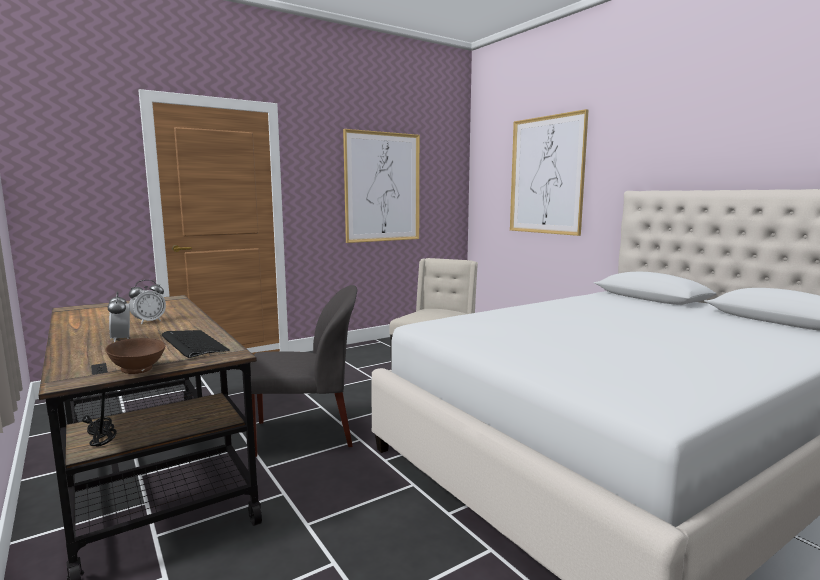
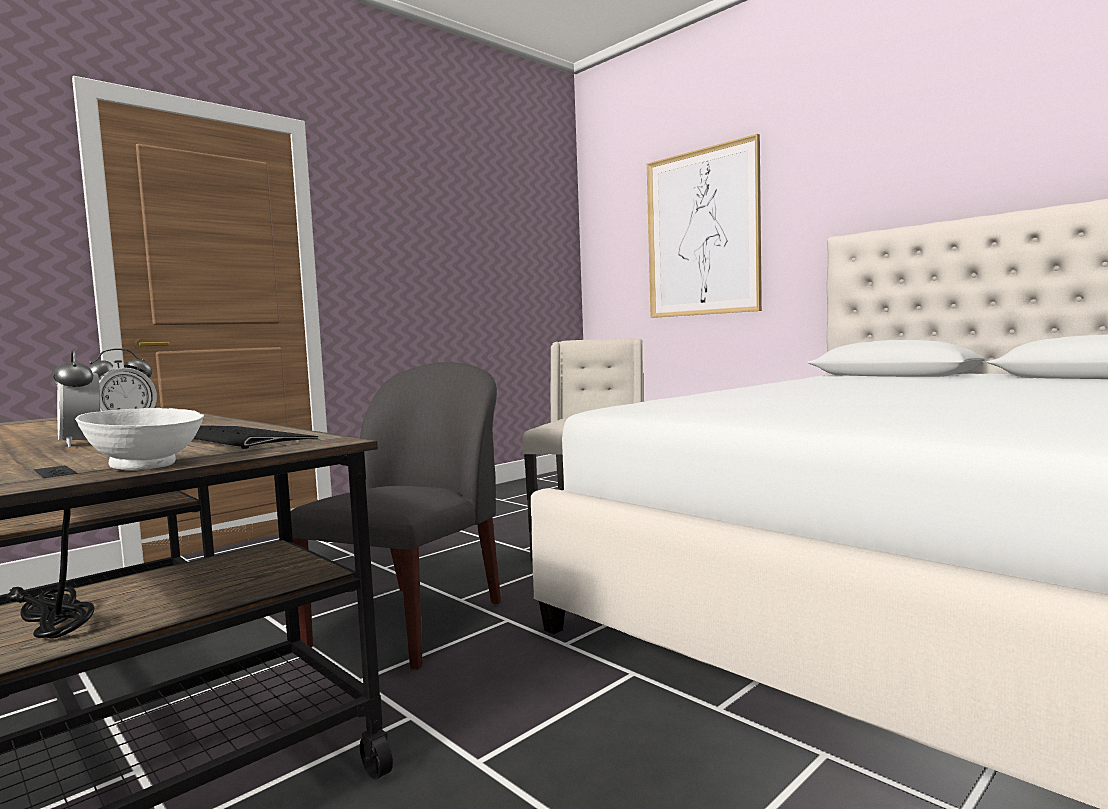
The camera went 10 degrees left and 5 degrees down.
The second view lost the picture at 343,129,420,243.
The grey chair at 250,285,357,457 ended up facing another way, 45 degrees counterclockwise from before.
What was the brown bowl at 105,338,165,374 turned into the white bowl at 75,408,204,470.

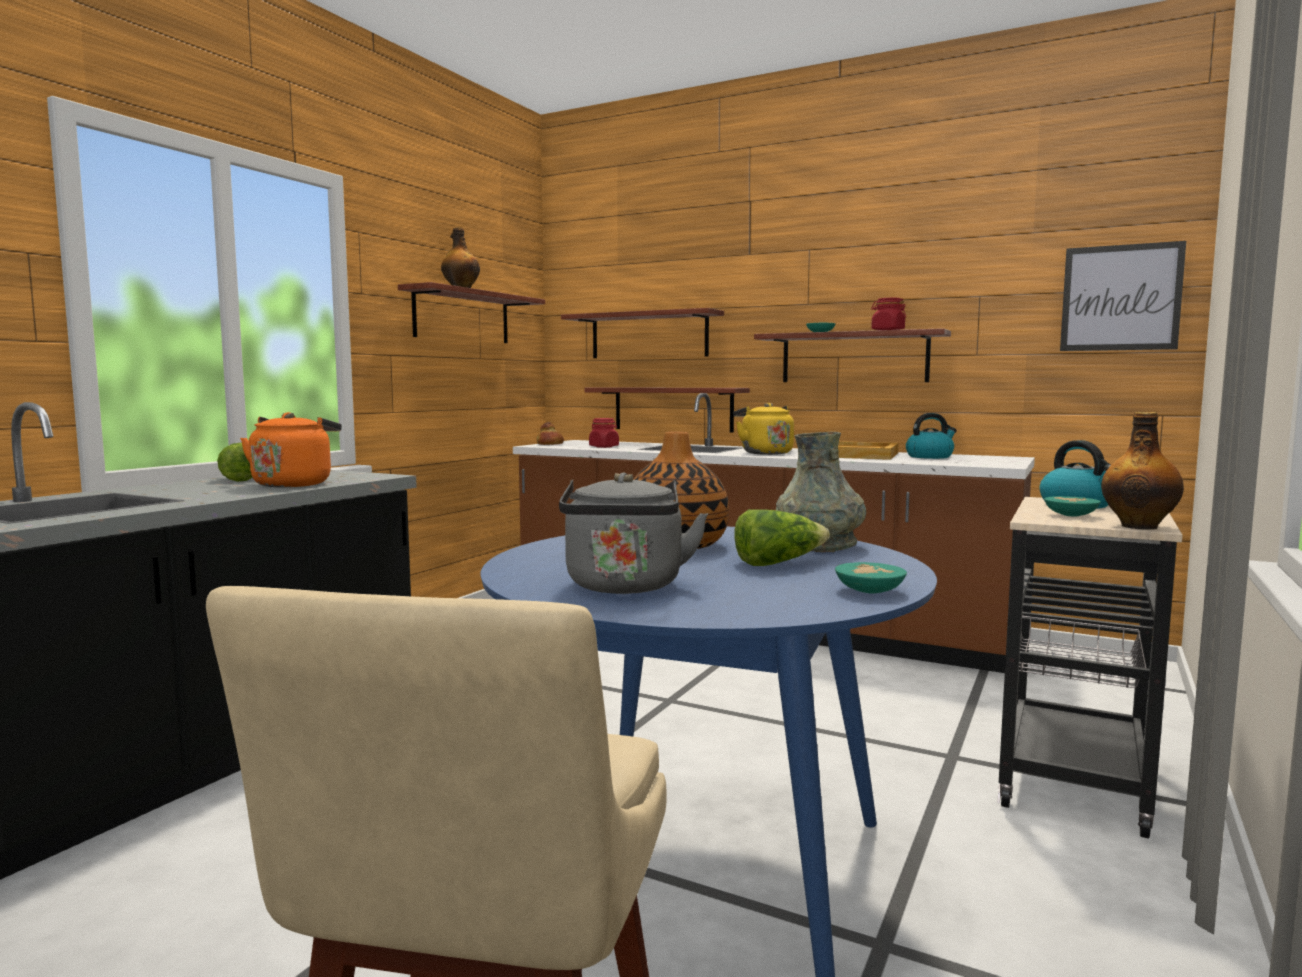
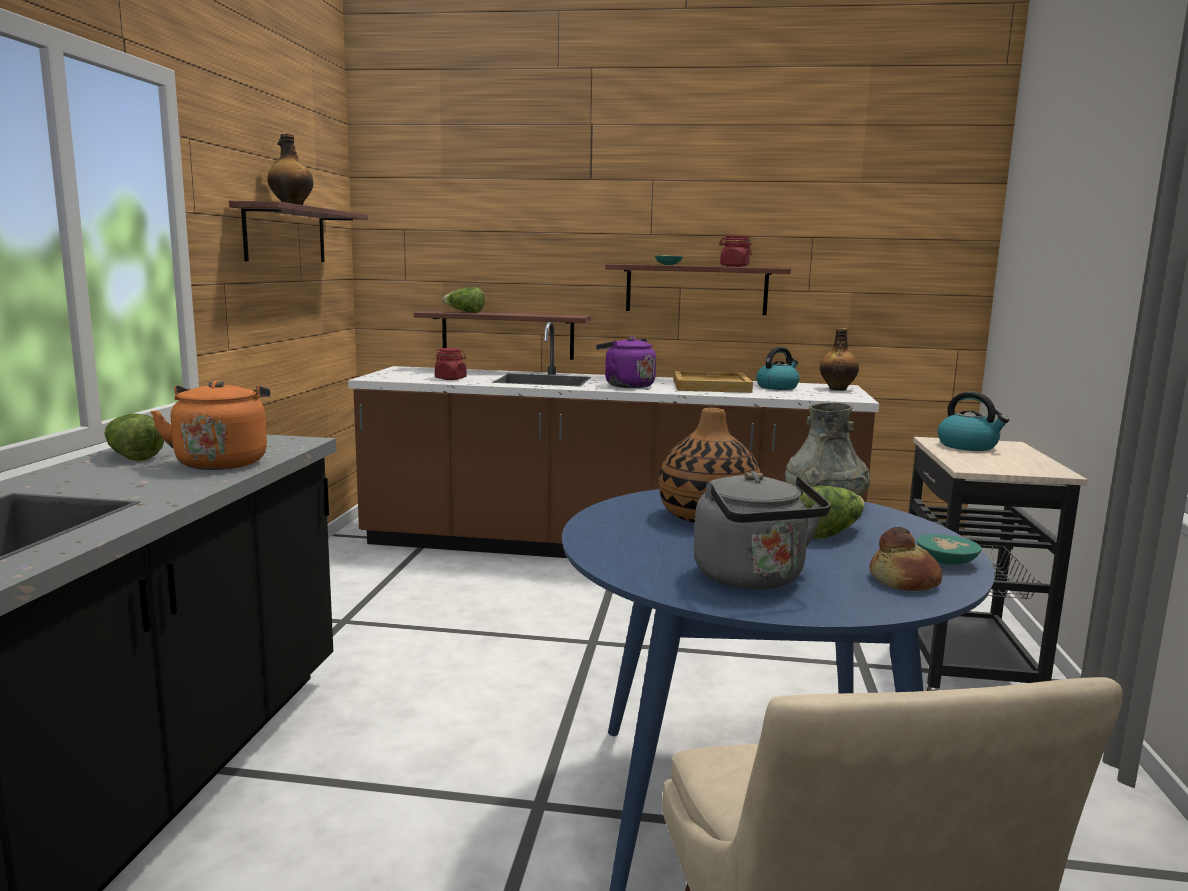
The camera went 20 degrees left and 5 degrees up.
The second view lost the picture at 1060,241,1186,351.
The second view lost the shelf at 561,308,724,358.
What was the yellow kettle at 734,403,794,455 turned into the purple kettle at 596,336,656,388.
The bottle ended up elsewhere, having gone from 1101,412,1184,530 to 820,328,859,391.
The bread ended up elsewhere, having gone from 537,422,564,445 to 870,527,942,591.
The second view lost the turquoise bowl at 1044,496,1101,517.
The second view gained the lettuce at 442,287,485,313.

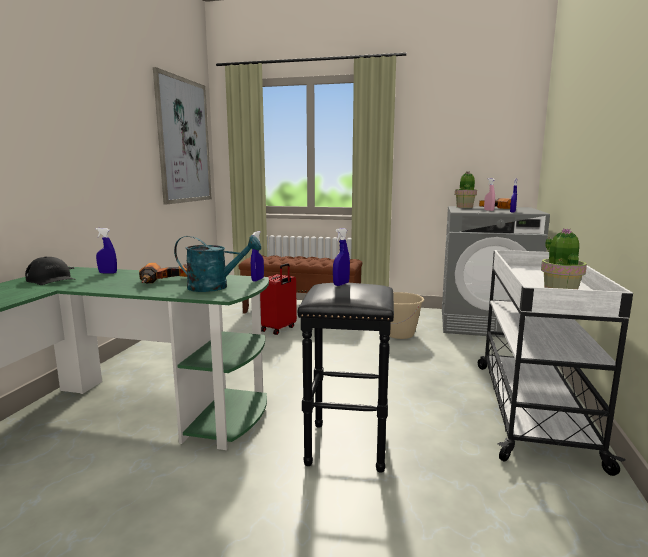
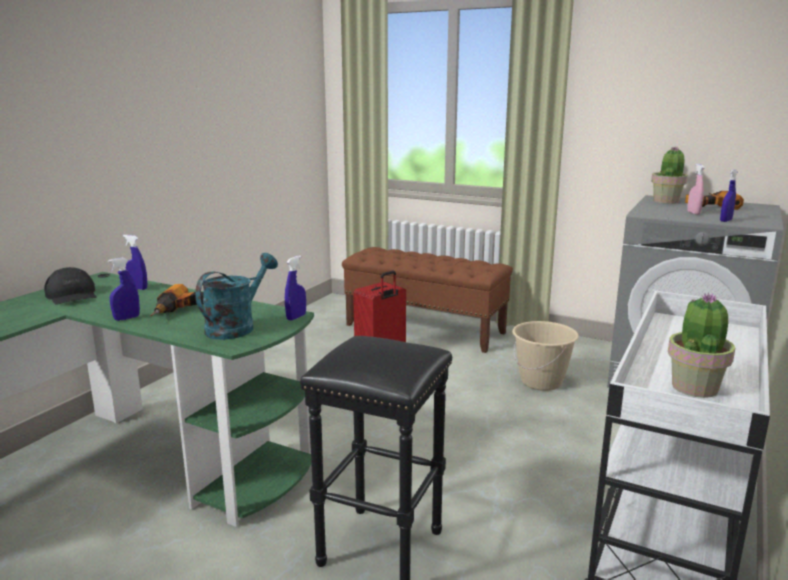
The camera went 15 degrees right and 5 degrees up.
The second view lost the picture at 153,67,212,204.
The blue spray bottle ended up elsewhere, having gone from 333,228,350,286 to 108,257,140,321.
The turquoise watering can at 174,235,261,292 ended up facing another way, 75 degrees counterclockwise from before.

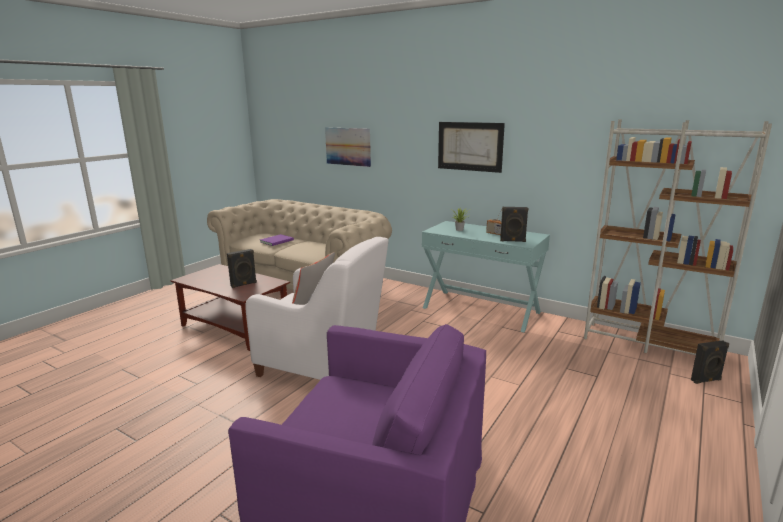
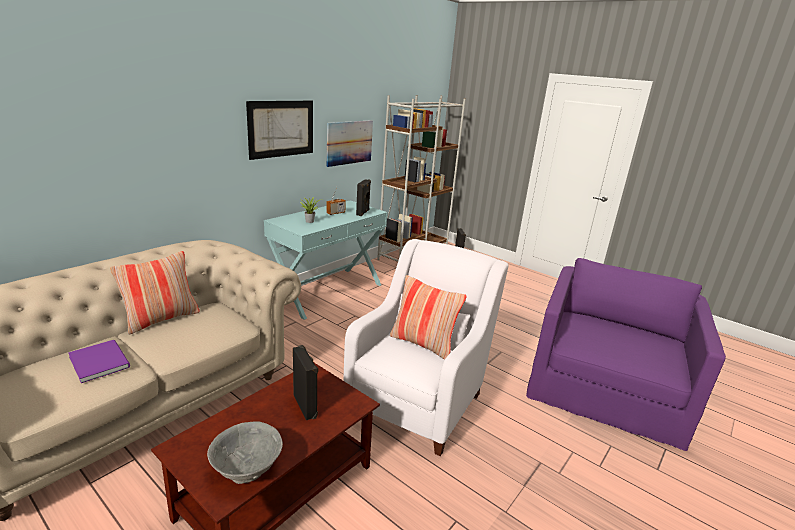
The camera went 85 degrees left and 5 degrees up.
The picture ended up elsewhere, having gone from 325,127,371,167 to 327,120,373,167.
The second view gained the pillow at 110,251,200,335.
The second view gained the grey bowl at 207,421,283,484.

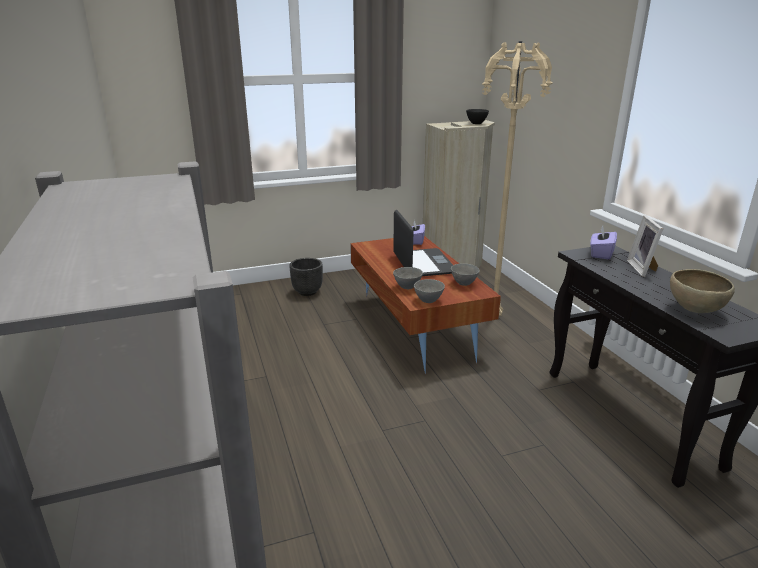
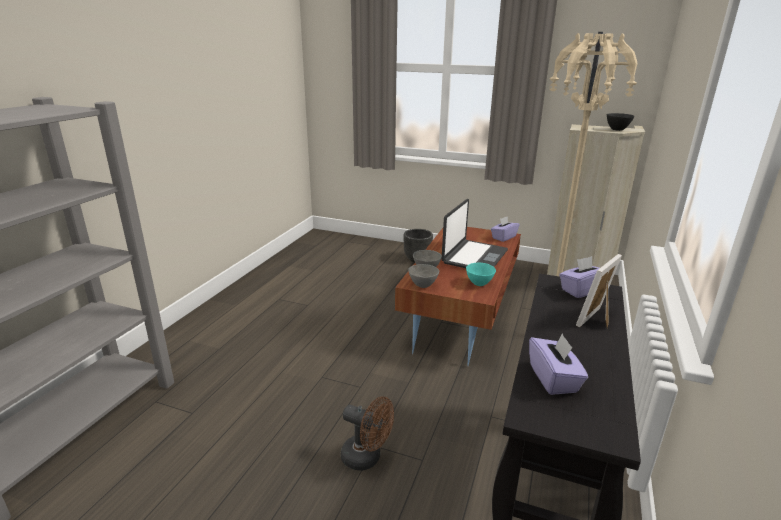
The camera went 40 degrees right and 0 degrees up.
What was the grey bowl at 451,264,480,286 turned into the turquoise bowl at 466,262,496,286.
Where the brown bowl stood at 670,269,735,313, the purple tissue box came to stand at 529,333,588,395.
The second view gained the brown fan at 341,396,394,471.

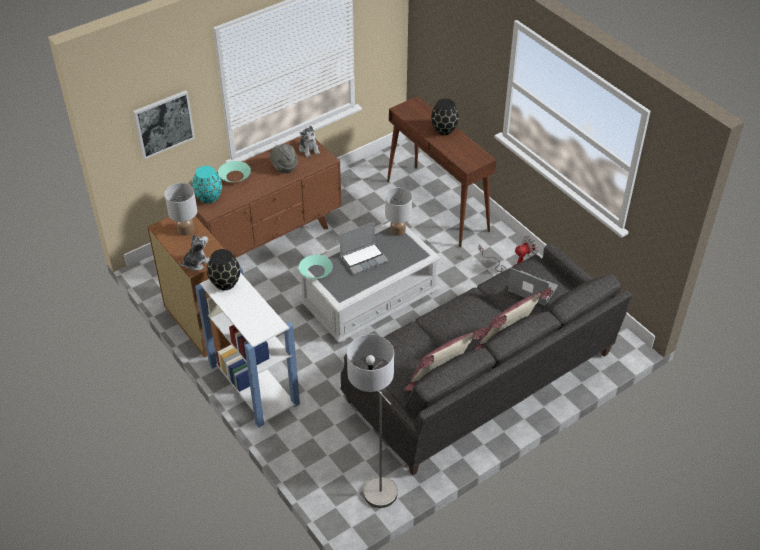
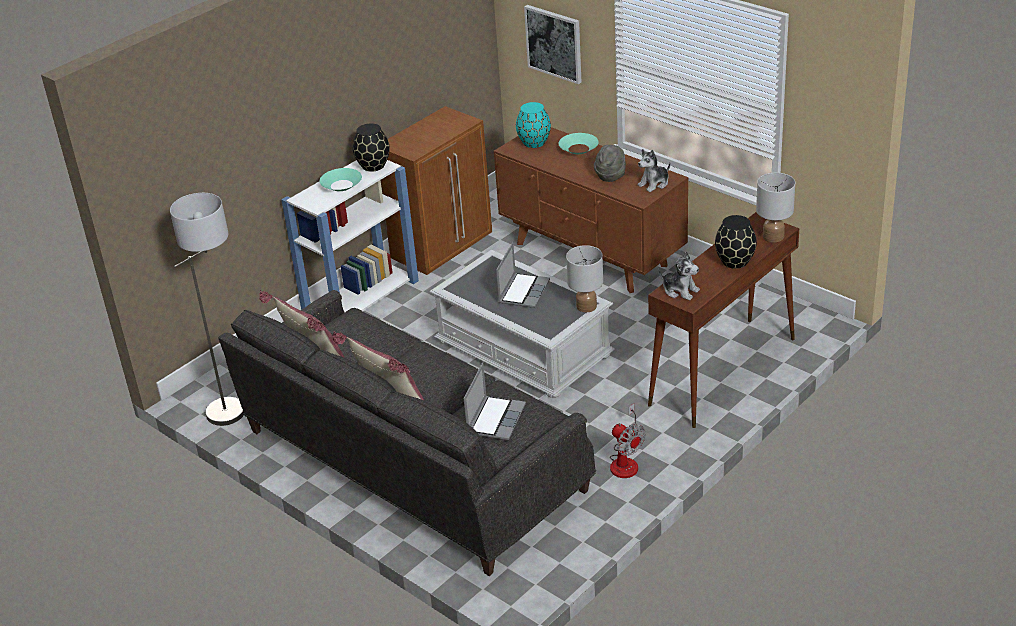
The camera went 80 degrees right and 10 degrees down.
The grey table lamp ended up elsewhere, having gone from 165,183,197,236 to 756,173,795,242.
The laptop at 340,222,388,275 ended up facing another way, 120 degrees counterclockwise from before.
The plush toy ended up elsewhere, having gone from 179,234,210,271 to 658,252,700,300.
The turquoise bowl ended up elsewhere, having gone from 299,255,333,279 to 320,168,362,191.

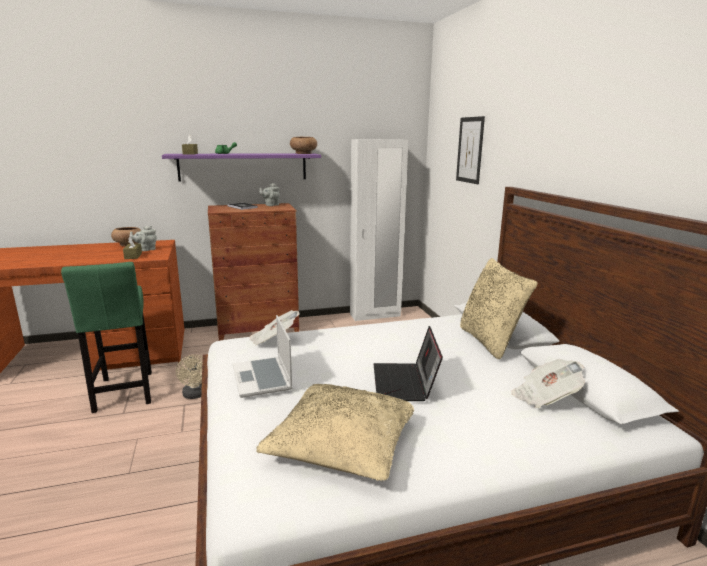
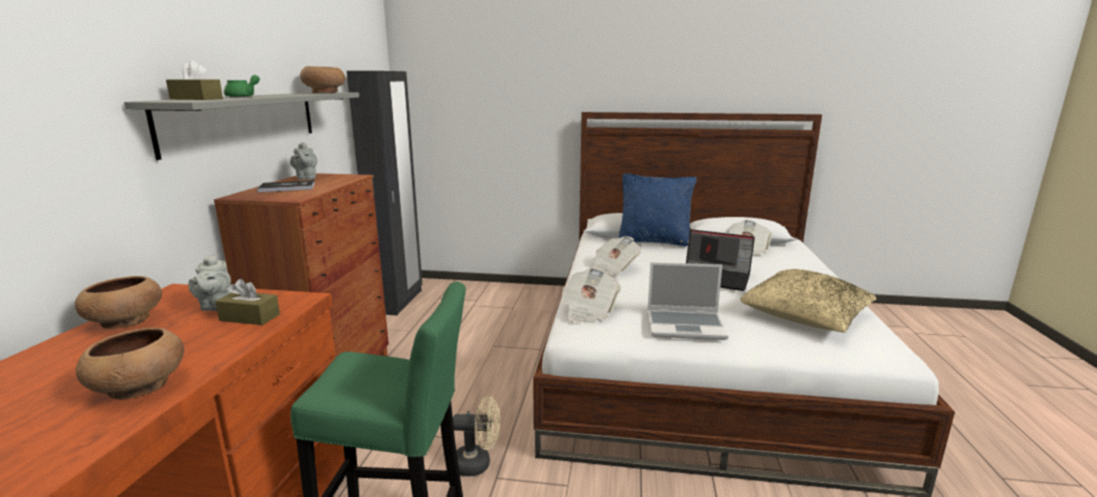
The camera went 65 degrees left and 0 degrees up.
The second view lost the picture at 456,116,485,184.
What was the white wardrobe at 350,139,408,321 turned into the black wardrobe at 347,71,422,315.
What was the purple shelf at 162,153,321,182 turned into the grey shelf at 124,92,359,160.
What was the beige pillow at 460,258,538,359 turned into the blue pillow at 619,173,697,247.
The second view gained the newspaper at 593,236,641,275.
The second view gained the brown bowl at 76,327,184,400.

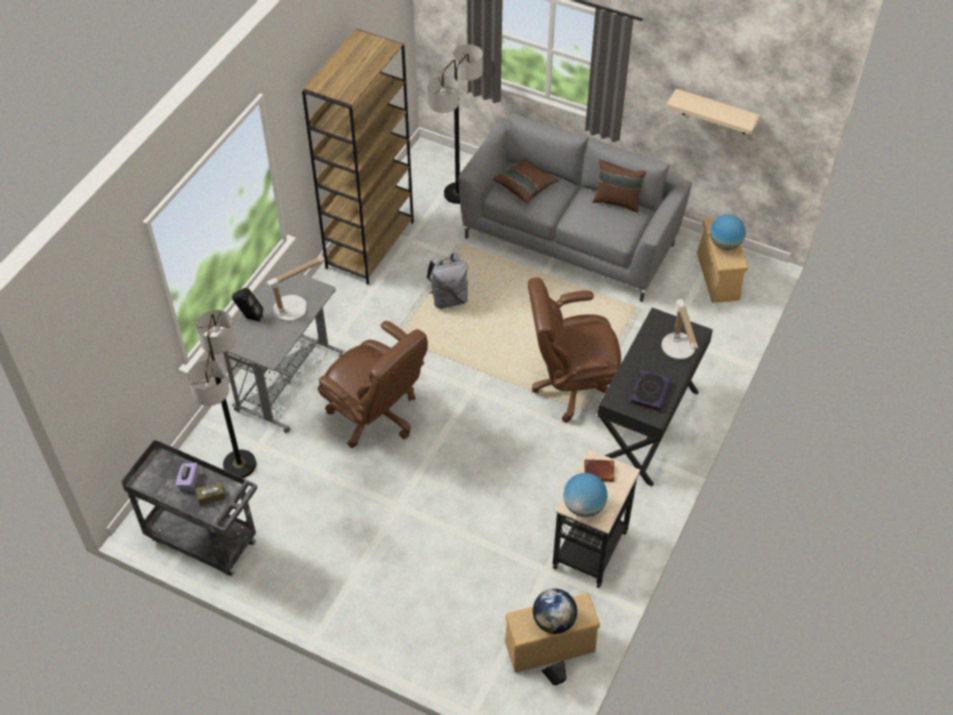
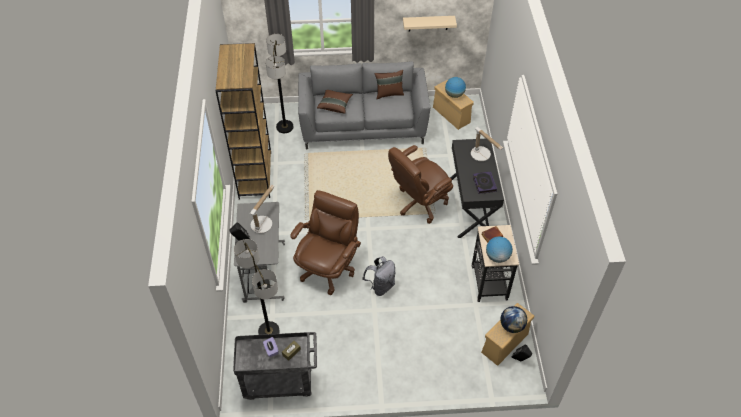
The camera went 30 degrees left and 0 degrees up.
The grey backpack ended up elsewhere, having gone from 426,253,468,309 to 362,256,395,296.
The brown office chair at 318,321,428,448 ended up facing another way, 75 degrees counterclockwise from before.

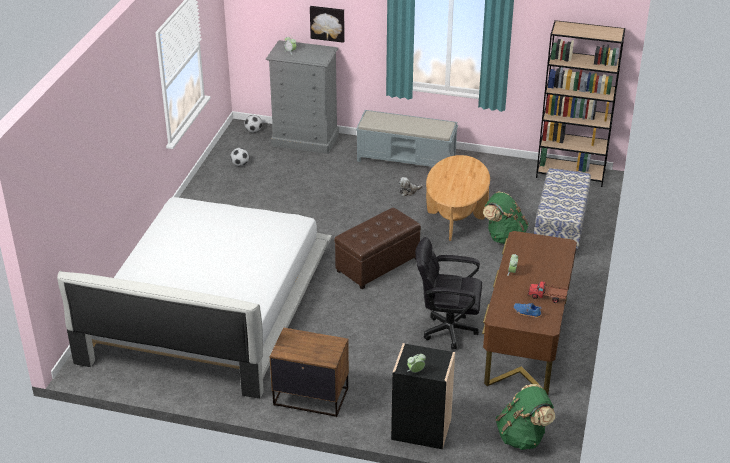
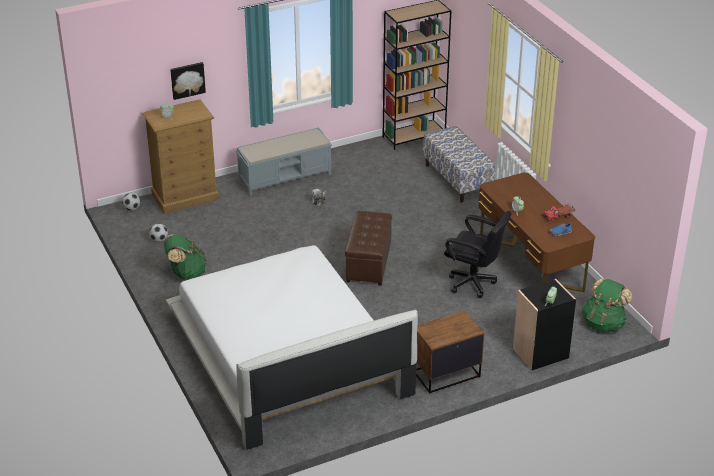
The camera went 40 degrees left and 0 degrees up.
What was the grey dresser at 266,40,339,154 turned into the brown dresser at 142,99,219,214.
The second view lost the brown coffee table at 426,155,490,241.
The green backpack ended up elsewhere, having gone from 483,192,529,244 to 164,234,207,280.
The black office chair at 415,237,482,350 ended up facing another way, 120 degrees counterclockwise from before.

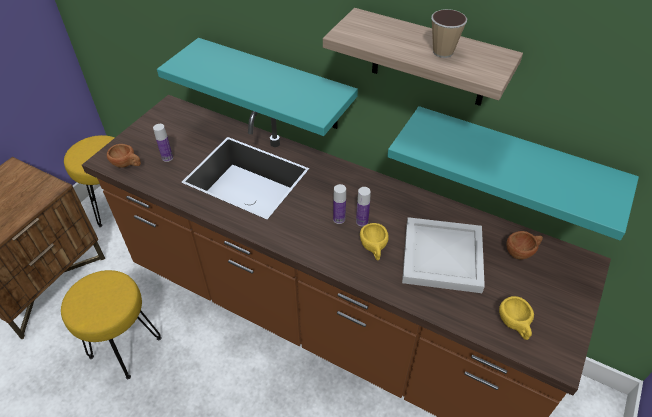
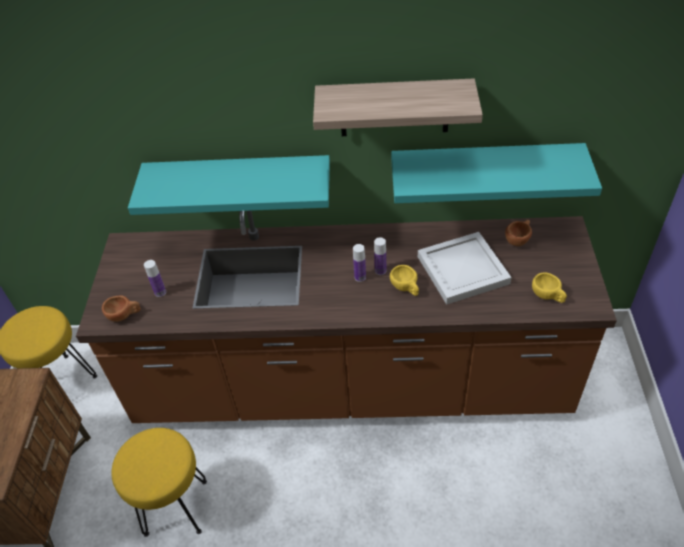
The camera went 25 degrees left and 0 degrees up.
The second view lost the cup at 431,9,467,58.

